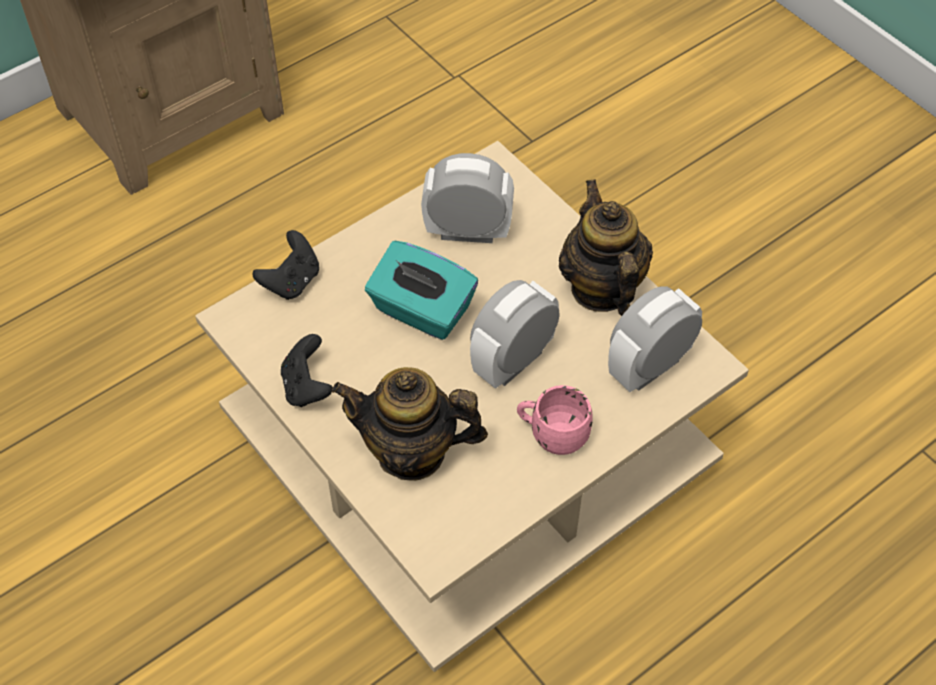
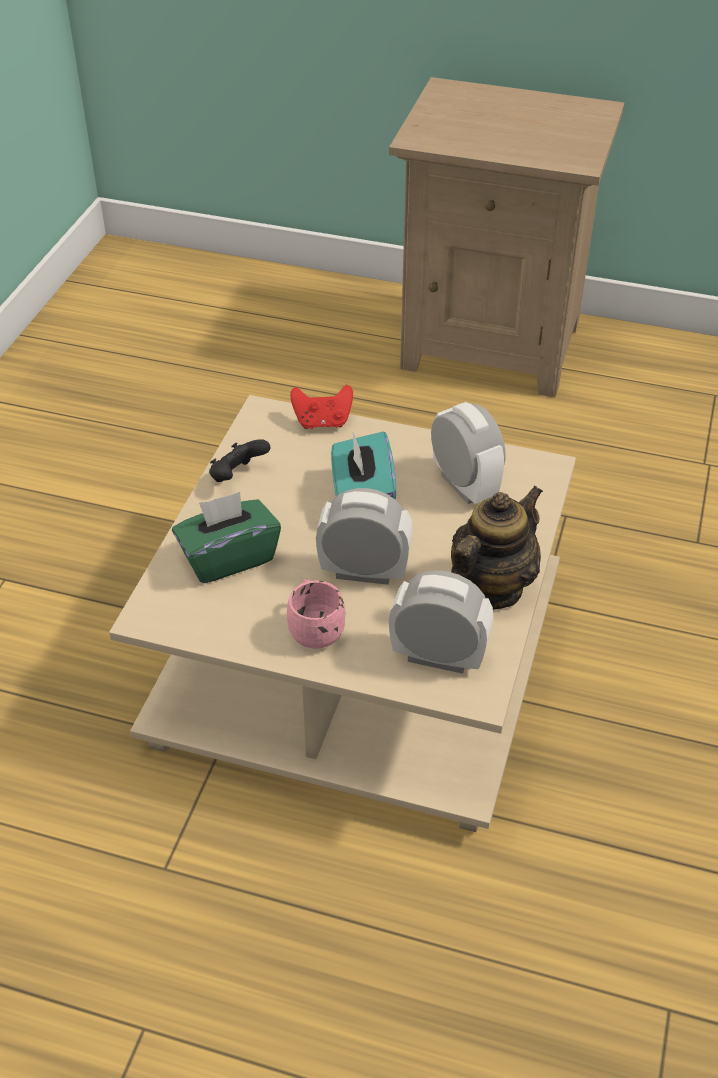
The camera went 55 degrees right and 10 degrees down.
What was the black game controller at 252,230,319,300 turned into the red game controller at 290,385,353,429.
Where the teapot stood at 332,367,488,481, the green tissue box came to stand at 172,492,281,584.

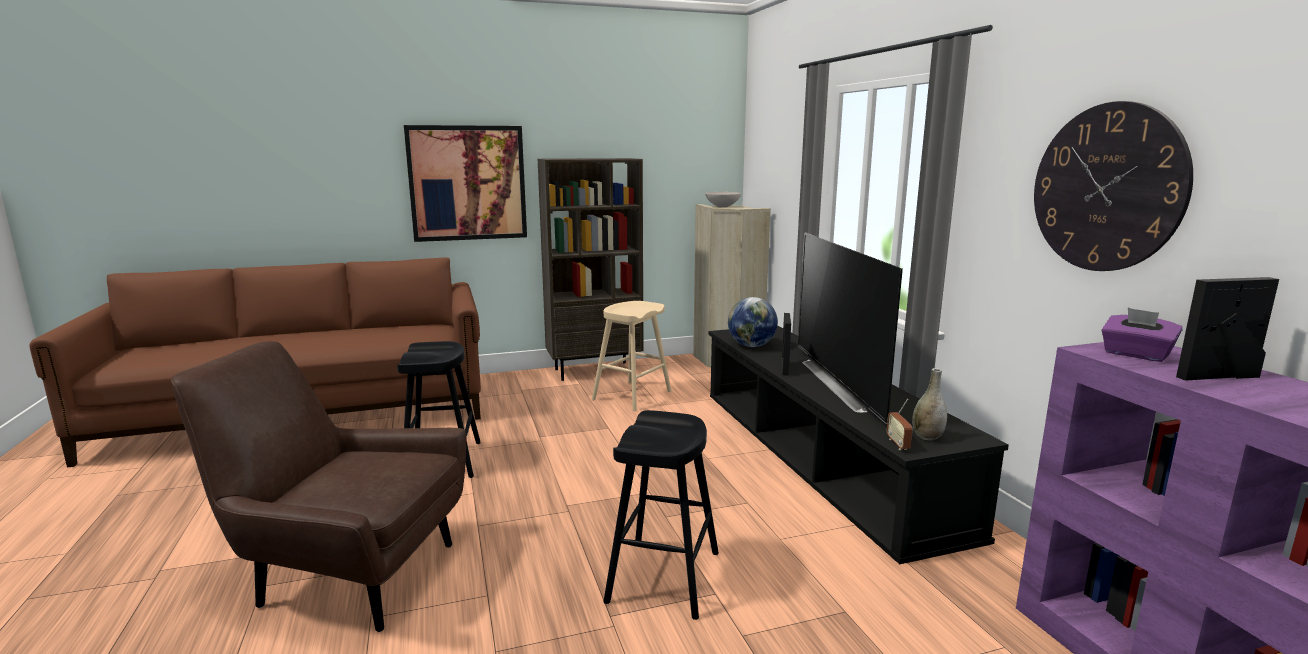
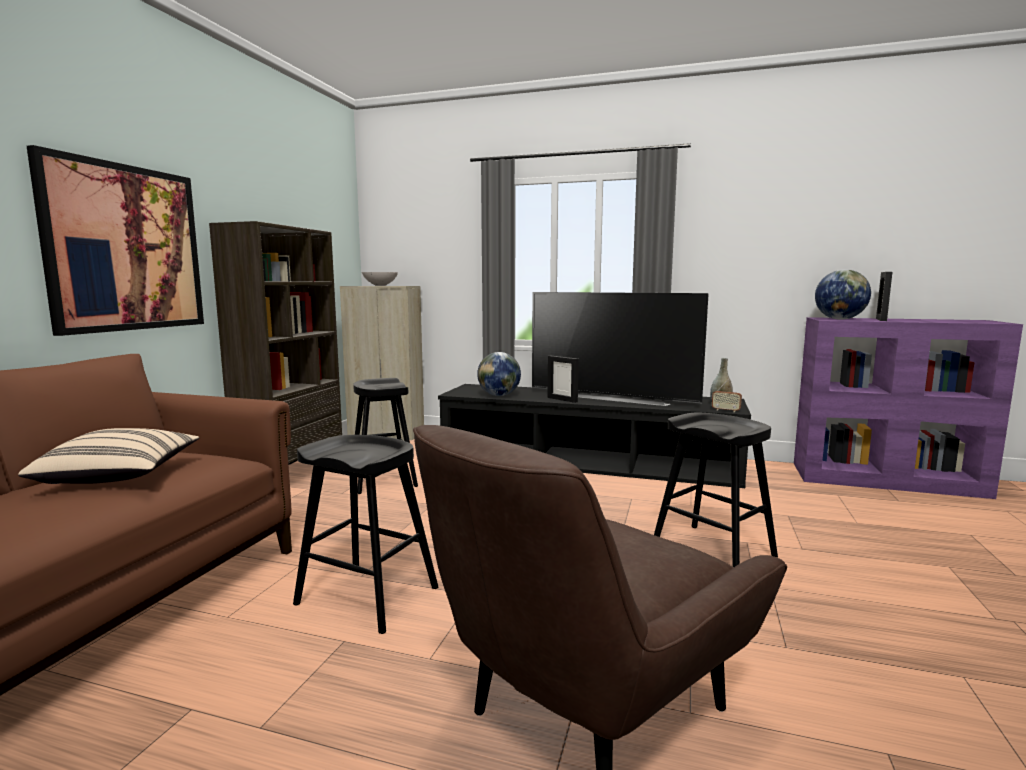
The camera went 55 degrees left and 5 degrees down.
The second view lost the wall clock at 1034,101,1193,271.
What was the beige stool at 592,301,671,411 turned into the black stool at 353,378,418,494.
Where the purple tissue box stood at 1101,308,1183,362, the globe came to stand at 815,270,871,320.
The second view gained the beige pillow at 18,428,199,484.

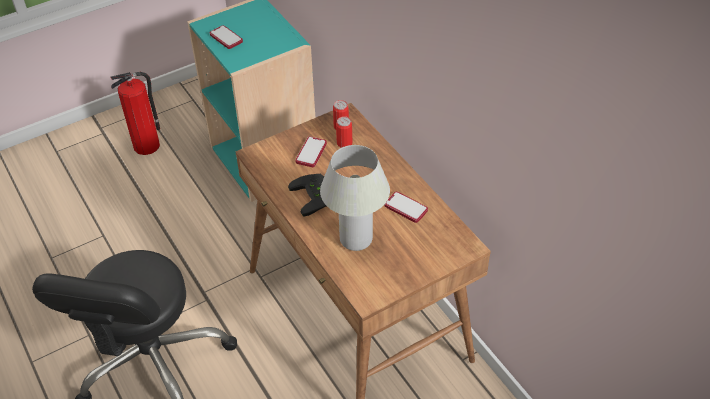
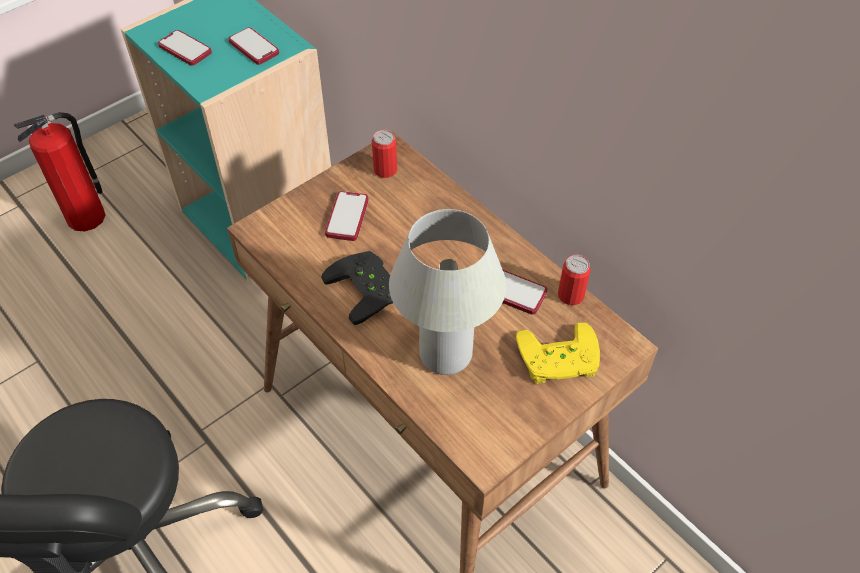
The camera went 10 degrees left and 5 degrees up.
The can ended up elsewhere, having gone from 336,116,352,148 to 558,255,591,305.
The second view gained the phone at 229,27,279,65.
The second view gained the yellow game controller at 516,323,600,384.

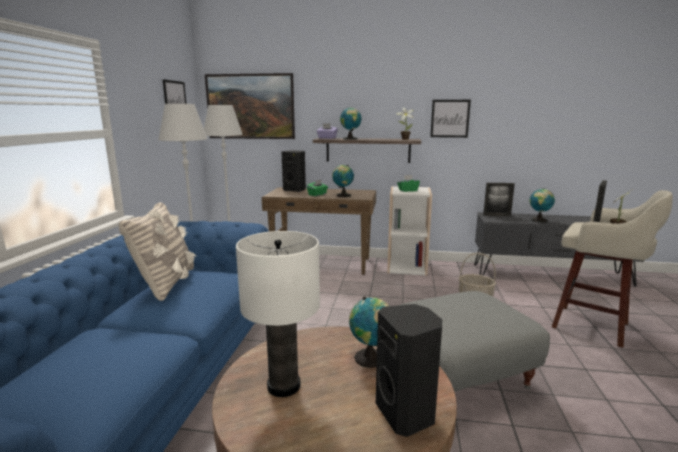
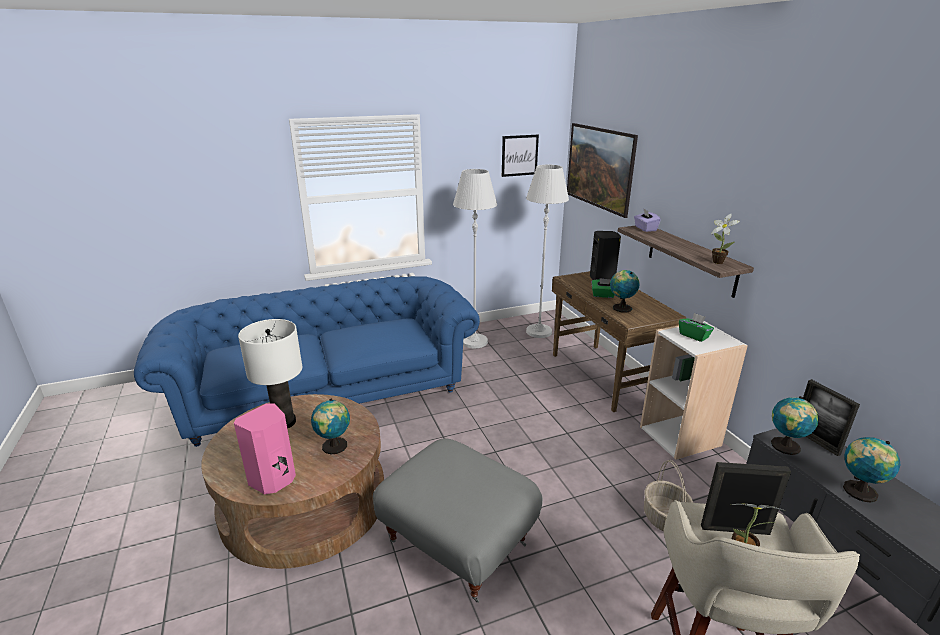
The camera went 60 degrees right and 10 degrees up.
The second view lost the picture at 430,100,471,138.
The globe ended up elsewhere, having gone from 340,107,361,140 to 771,396,819,455.
The second view lost the beige pillow at 119,202,197,301.
What was the black speaker at 376,304,442,437 turned into the pink speaker at 234,403,296,495.

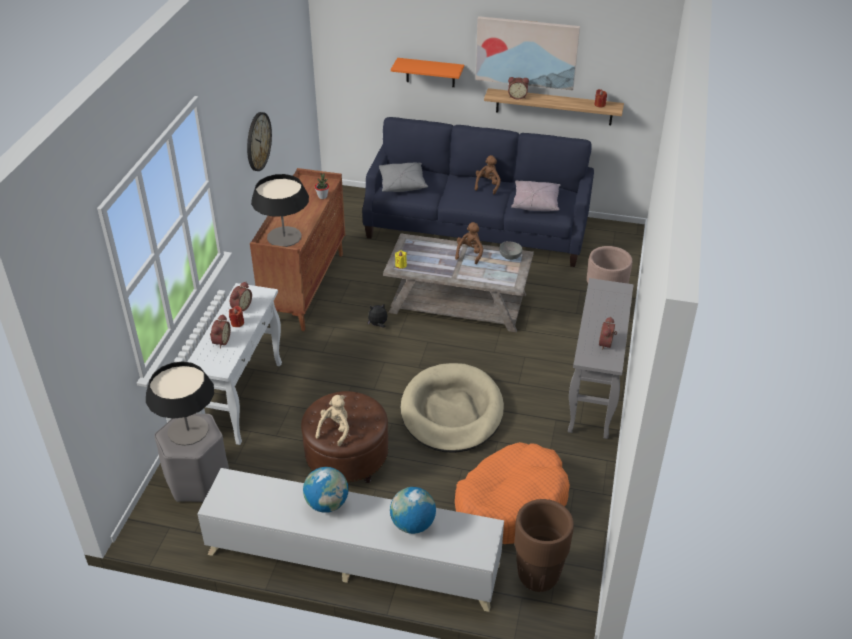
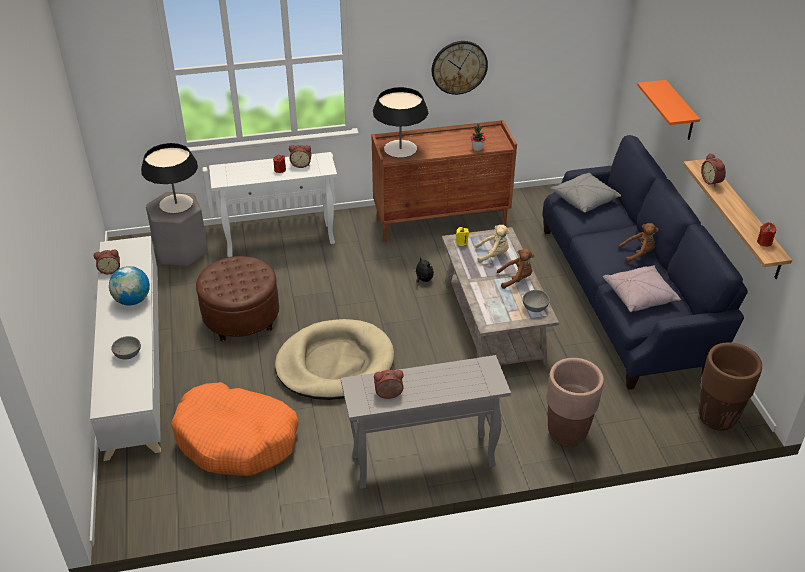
The camera went 65 degrees right and 0 degrees up.
The second view lost the picture at 475,16,580,91.
The alarm clock ended up elsewhere, having gone from 210,314,231,348 to 94,250,120,274.
The beige plush toy ended up elsewhere, having gone from 316,395,349,446 to 475,225,510,263.
Where the globe stood at 390,487,436,534, the grey bowl came to stand at 111,336,141,360.
The brown planter ended up elsewhere, having gone from 515,499,574,592 to 699,342,762,431.

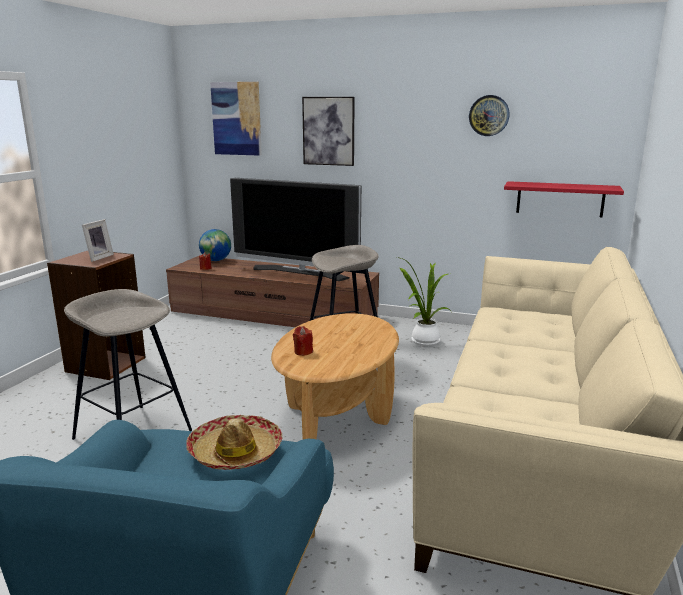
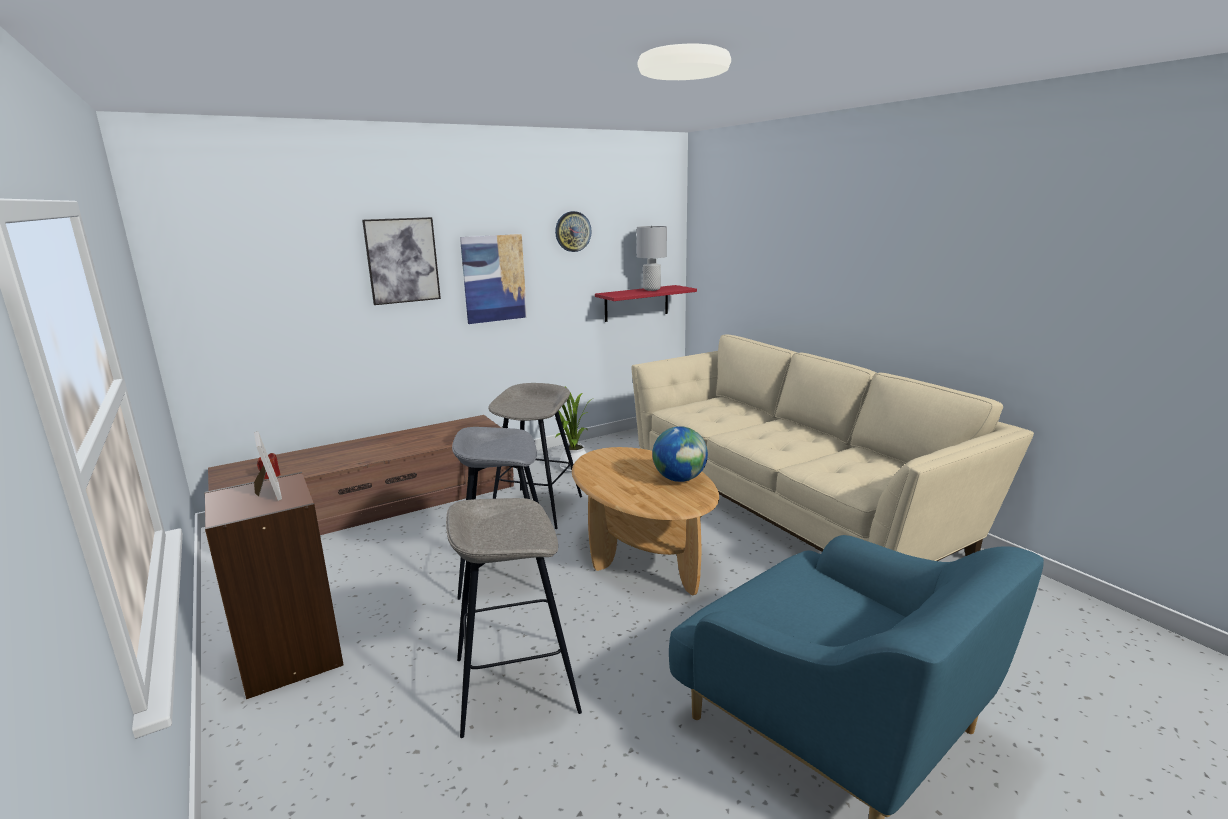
The camera went 50 degrees left and 0 degrees up.
The picture ended up elsewhere, having gone from 210,82,262,156 to 460,234,527,324.
The second view lost the television at 230,178,361,281.
The globe ended up elsewhere, having gone from 199,229,231,261 to 652,426,708,482.
The second view lost the red candle at 293,326,313,356.
The second view lost the hat at 186,415,282,470.
The second view gained the grey table lamp at 637,226,667,291.
The second view gained the grey stool at 452,427,539,600.

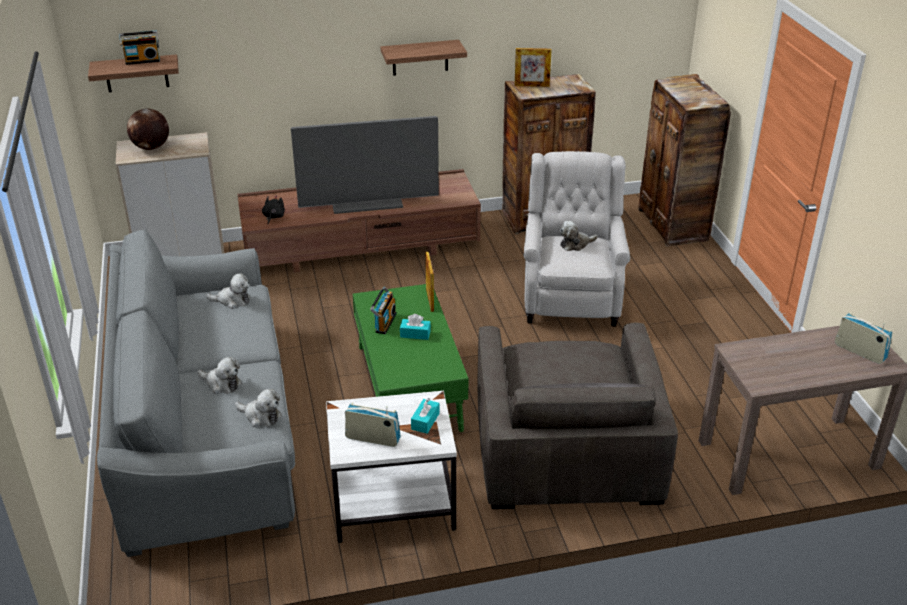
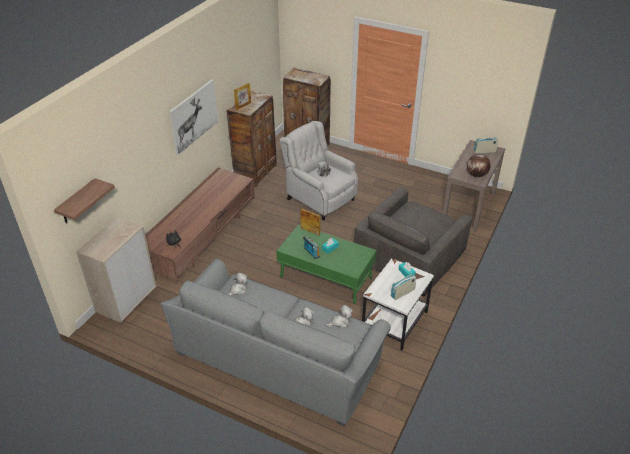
The camera went 50 degrees left and 5 degrees up.
The second view lost the radio at 119,31,160,65.
Where the shelf hung at 380,40,467,76, the picture came to hang at 169,79,218,155.
The globe ended up elsewhere, having gone from 127,108,169,150 to 467,154,491,177.
The second view lost the television at 291,116,439,214.
The grey armchair at 478,323,678,509 ended up facing another way, 90 degrees clockwise from before.

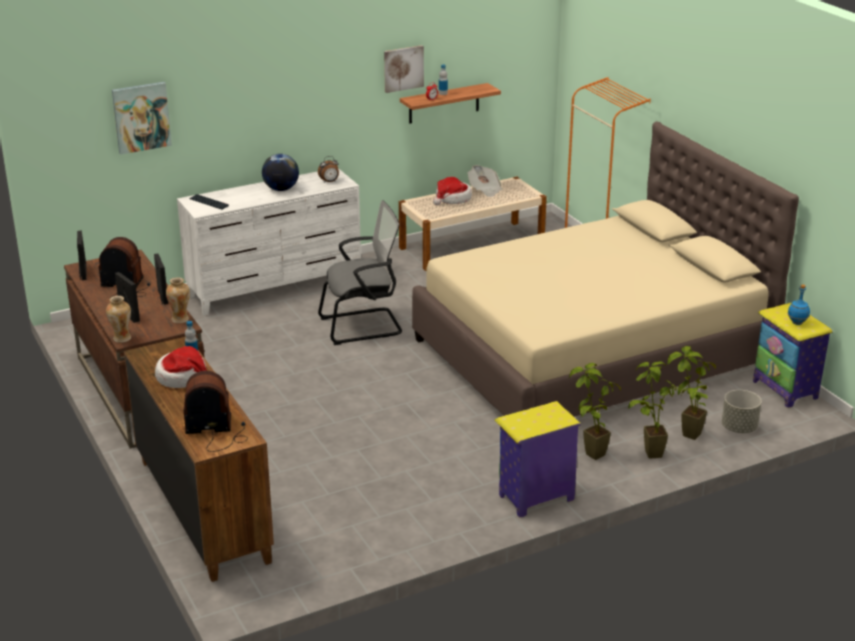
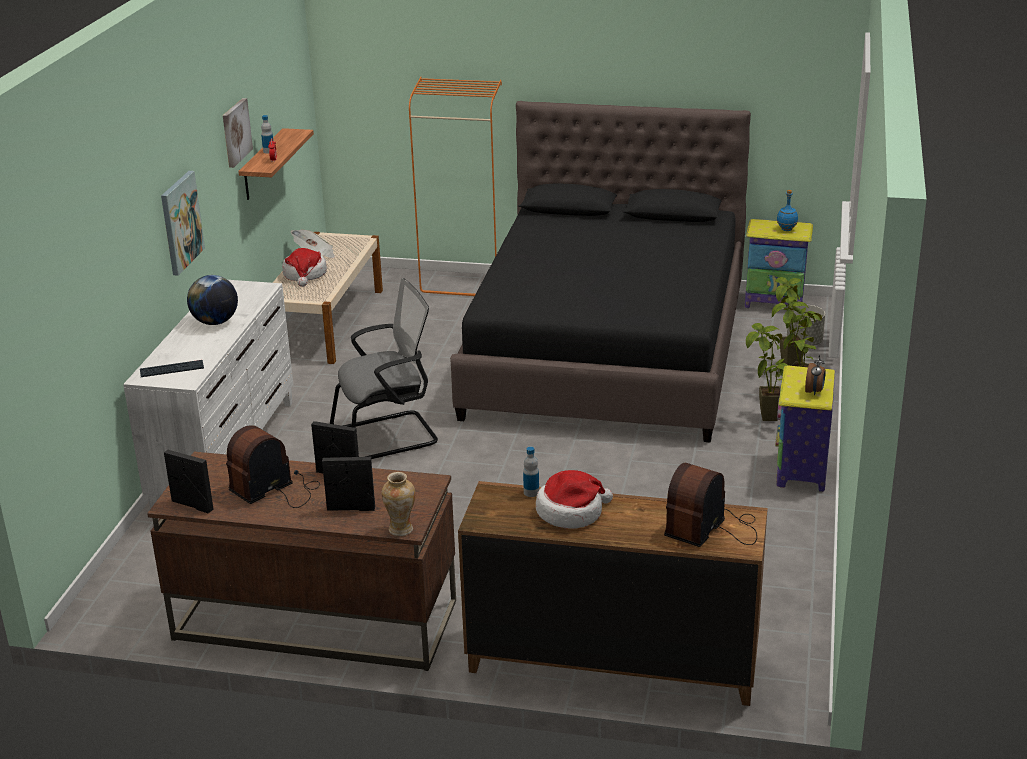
The camera went 50 degrees left and 0 degrees up.
The picture ended up elsewhere, having gone from 112,82,172,155 to 161,171,205,276.
What was the beige bed at 412,122,799,417 turned into the black bed at 450,101,751,443.
The alarm clock ended up elsewhere, having gone from 318,156,339,183 to 805,355,826,396.
The chair at 318,200,402,345 ended up facing another way, 45 degrees clockwise from before.
The second view lost the vase at 166,277,190,323.

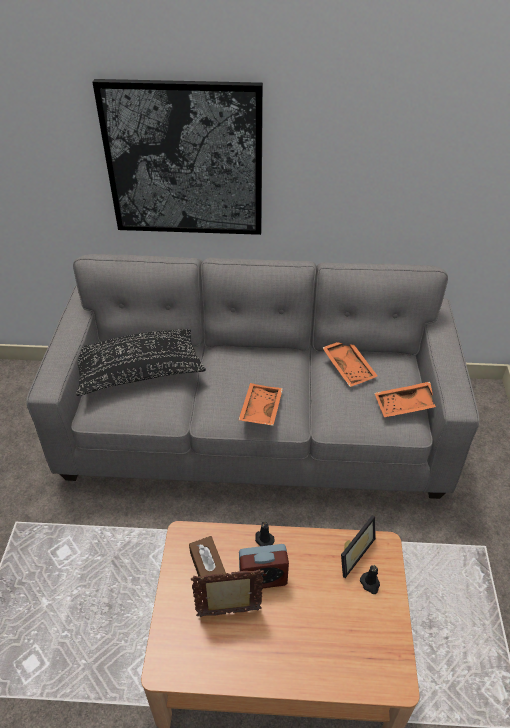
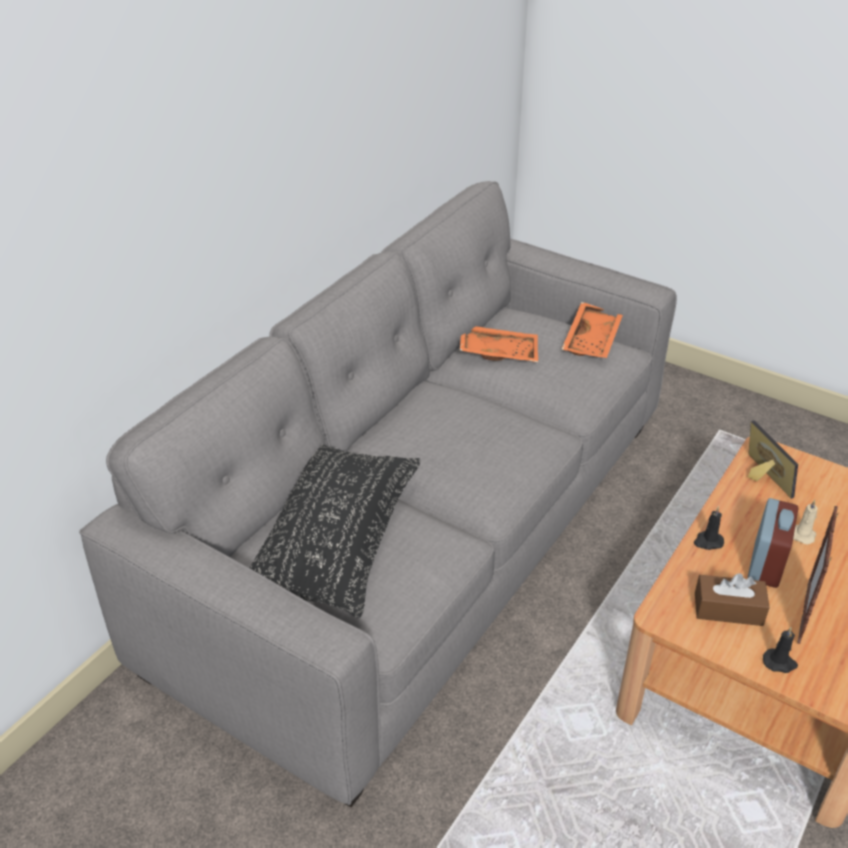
The camera went 60 degrees left and 5 degrees down.
The second view lost the picture at 93,79,263,235.
The second view lost the orange tray at 238,383,283,426.
The black candle ended up elsewhere, having gone from 360,565,380,594 to 763,627,798,673.
The second view gained the beige candle at 793,500,818,544.

